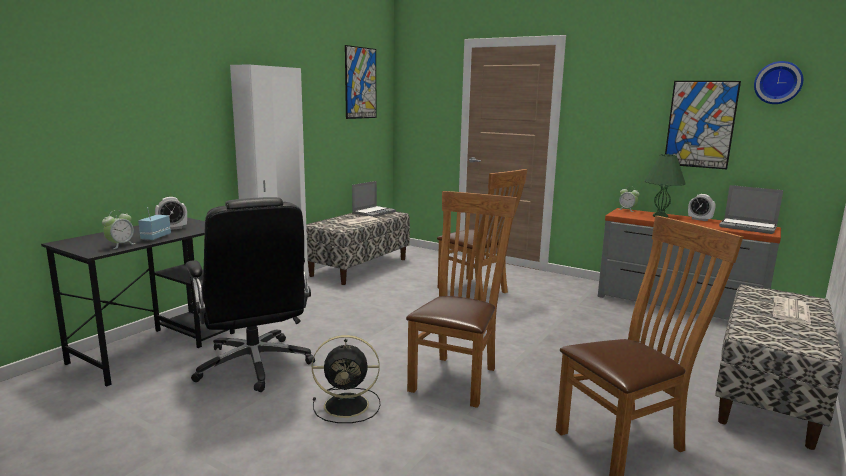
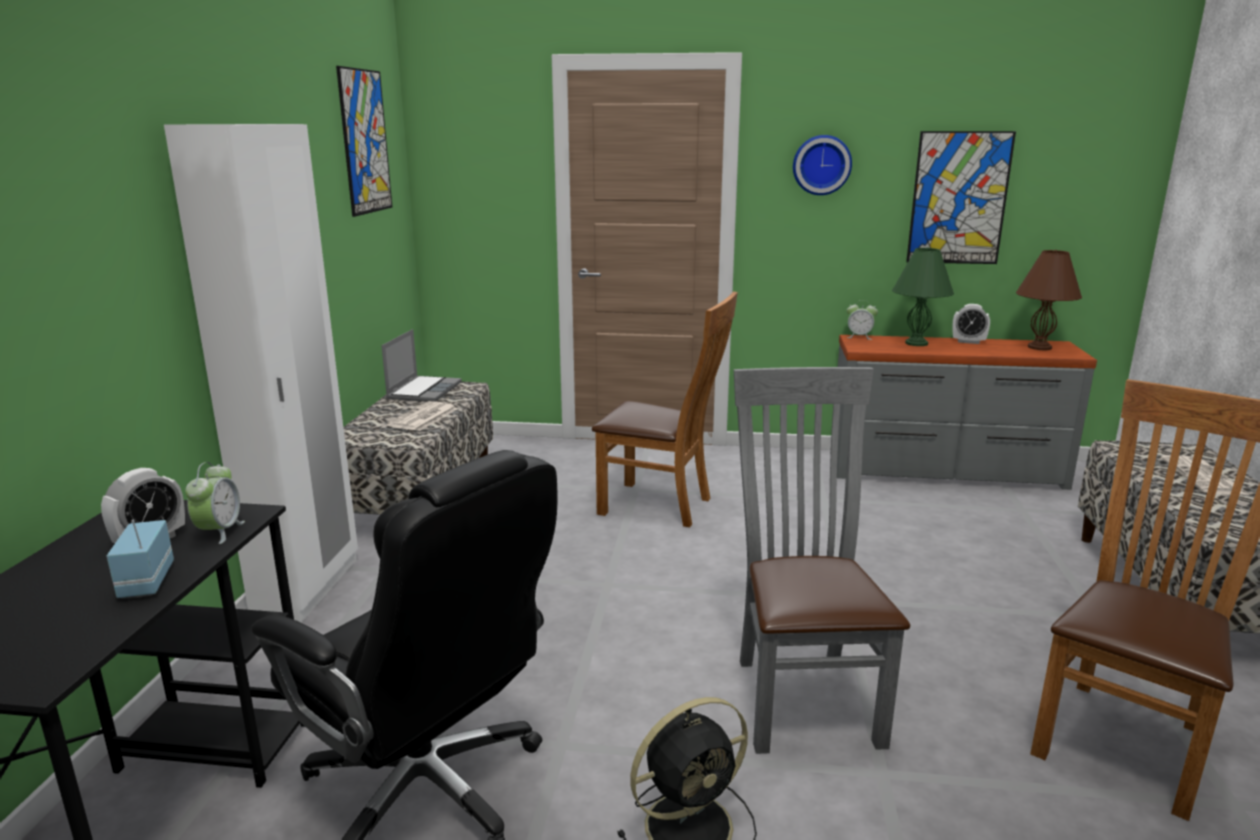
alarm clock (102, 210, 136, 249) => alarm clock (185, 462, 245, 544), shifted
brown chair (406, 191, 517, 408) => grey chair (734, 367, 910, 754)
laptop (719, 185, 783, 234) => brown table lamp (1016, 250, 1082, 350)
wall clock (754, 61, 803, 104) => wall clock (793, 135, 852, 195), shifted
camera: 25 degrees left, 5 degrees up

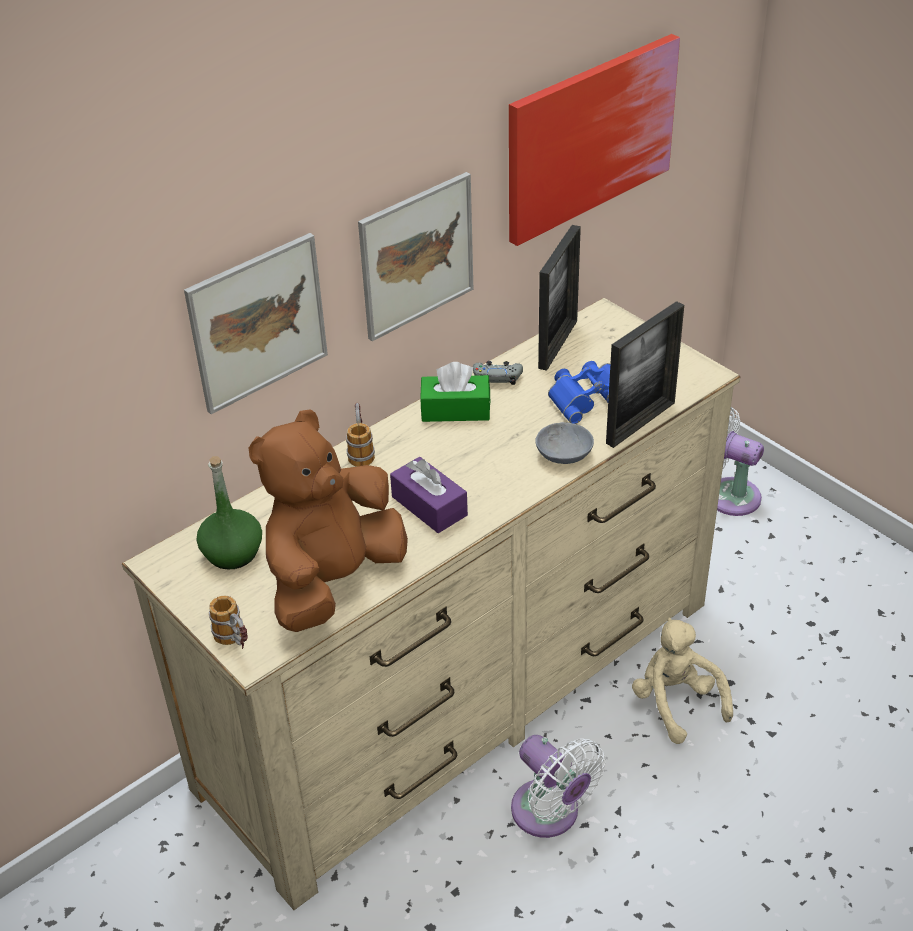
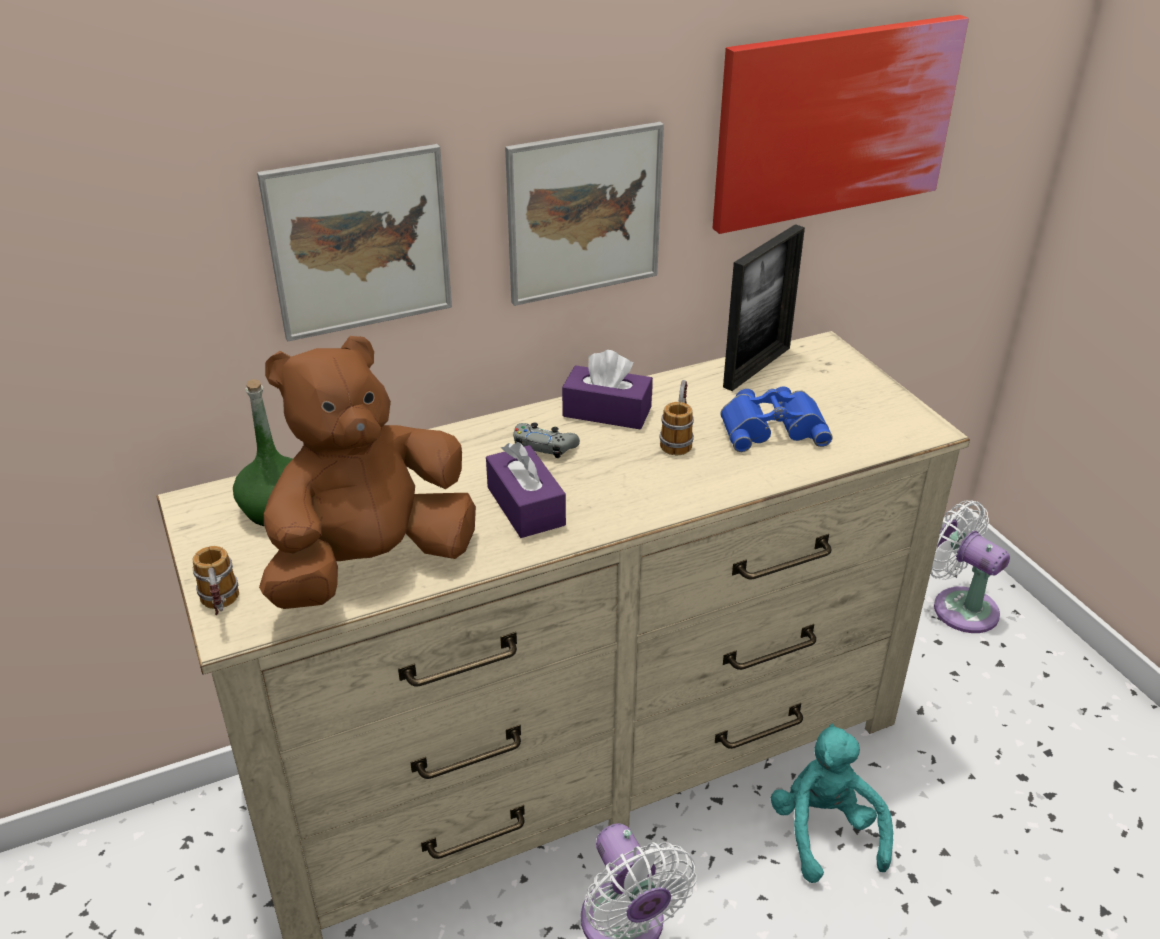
mug (346, 403, 375, 467) => mug (659, 380, 694, 455), shifted
green tissue box (420, 362, 491, 422) => purple tissue box (562, 350, 653, 429)
grey game controller (473, 361, 523, 385) => grey game controller (513, 422, 580, 458), shifted
grey bowl (535, 422, 594, 464) => nothing
picture frame (606, 301, 684, 448) => nothing
beige plush toy (632, 617, 733, 744) => turquoise plush toy (771, 724, 893, 883)
camera: 15 degrees right, 5 degrees down

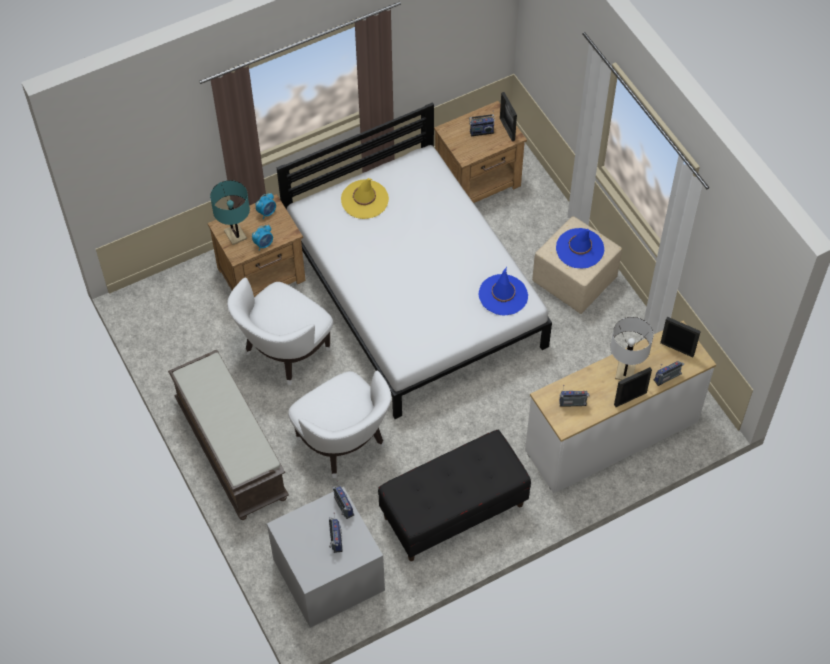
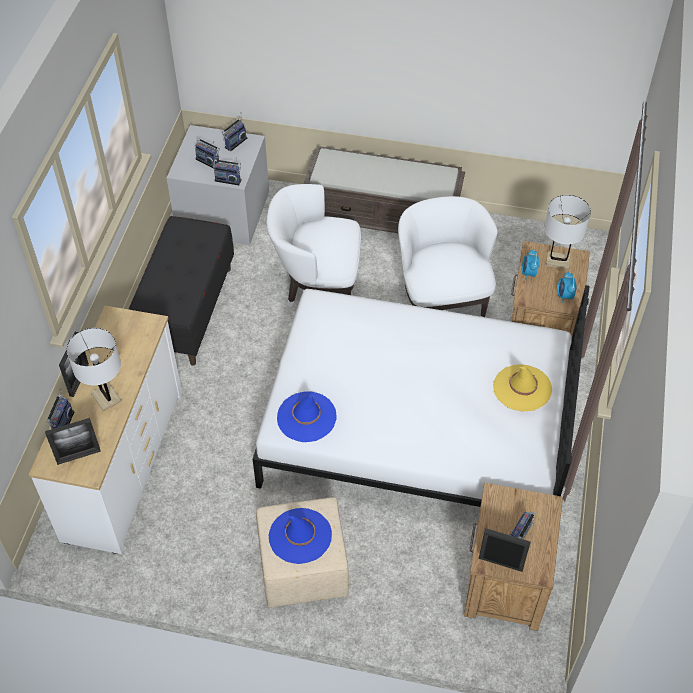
turquoise table lamp (210, 180, 250, 245) => white table lamp (544, 195, 591, 269)
radio (559, 385, 589, 407) => radio (222, 112, 247, 151), shifted
camera: 130 degrees right, 5 degrees down

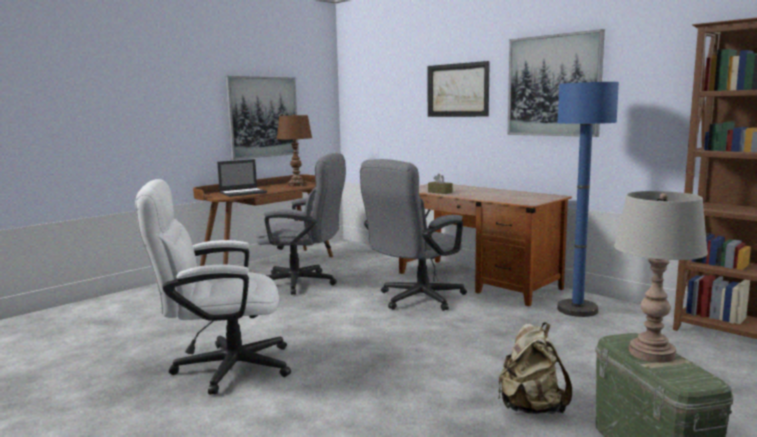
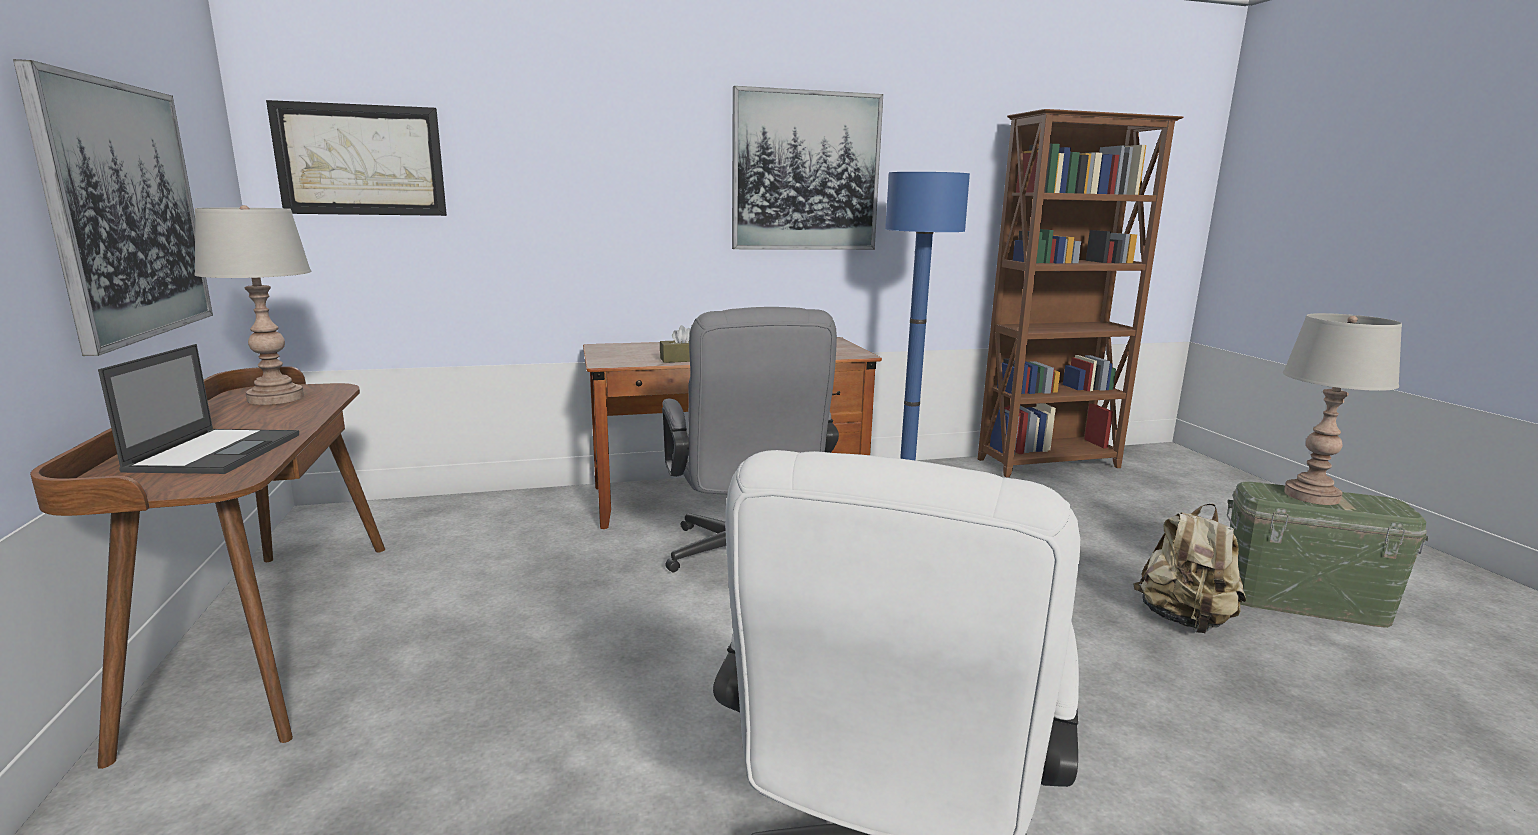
grey office chair (257, 153, 345, 295) => nothing
brown table lamp (277, 114, 312, 186) => grey table lamp (194, 205, 311, 405)
picture (427, 61, 490, 117) => picture (266, 100, 447, 216), shifted
camera: 60 degrees left, 5 degrees up

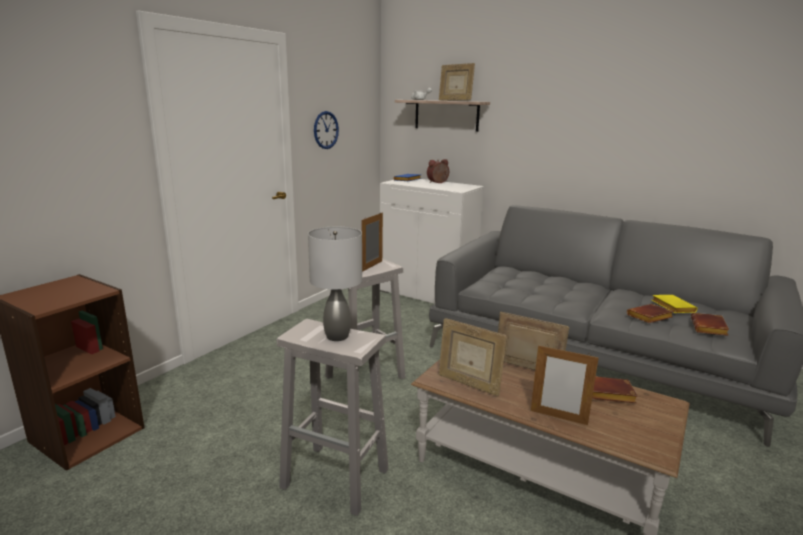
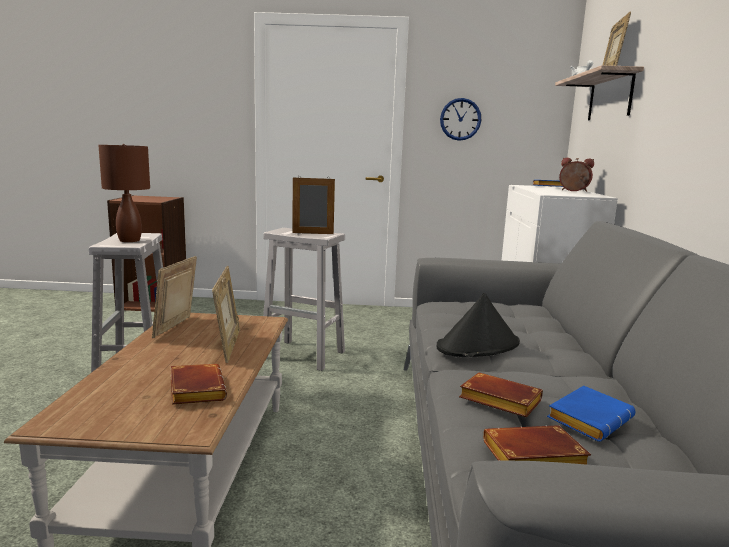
grey table lamp (308, 226, 362, 341) => brown table lamp (98, 144, 150, 242)
picture frame (531, 345, 599, 425) => nothing
yellow book (652, 295, 697, 313) => blue book (547, 386, 636, 442)
nothing => black hat (437, 293, 520, 357)
camera: 60 degrees right, 5 degrees down

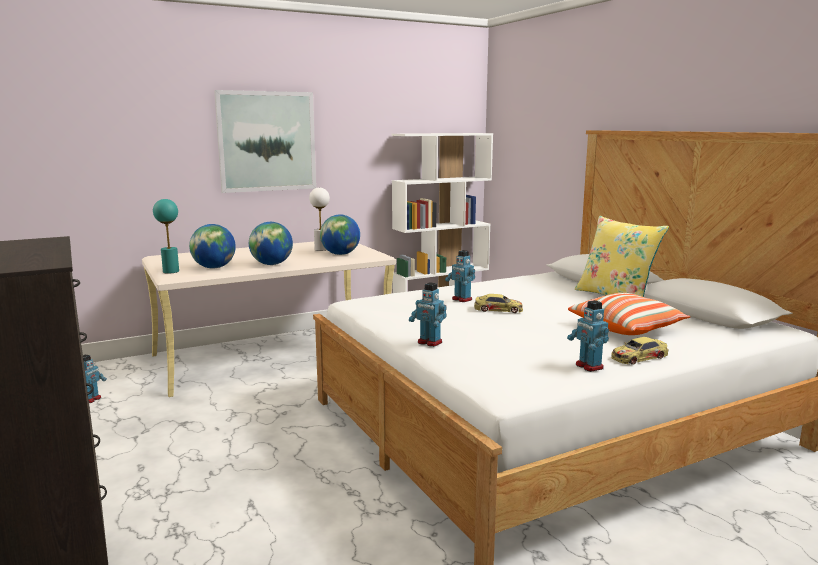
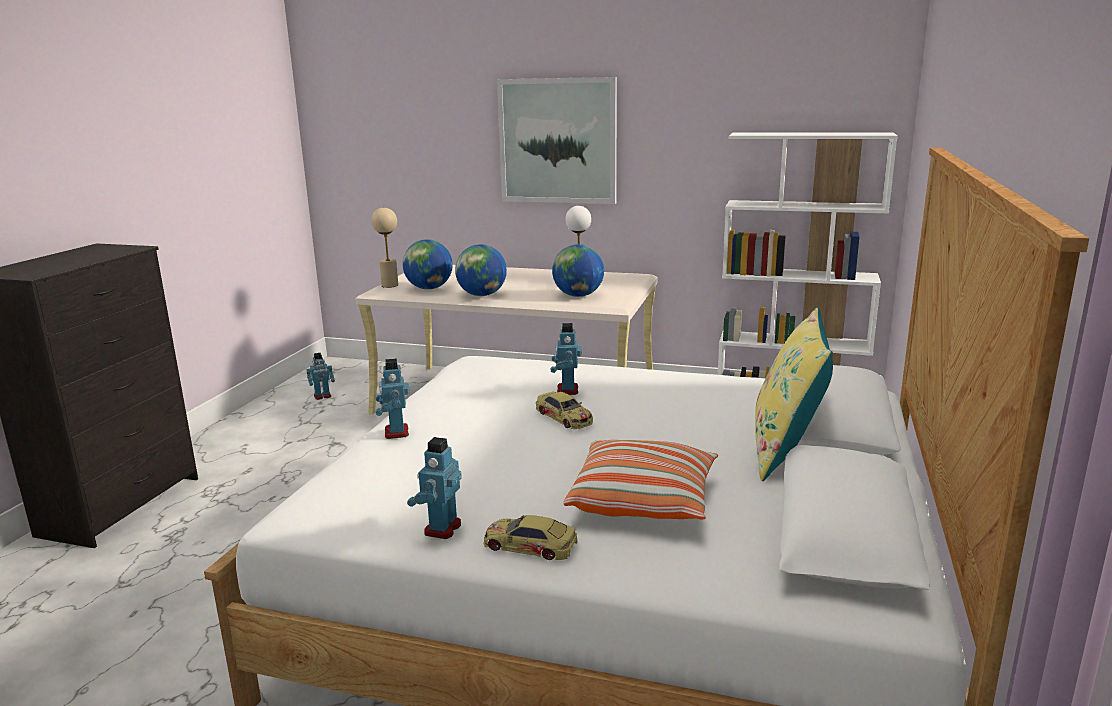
turquoise table lamp (153, 199, 179, 273) => beige table lamp (371, 208, 398, 288)
camera: 45 degrees right, 5 degrees up

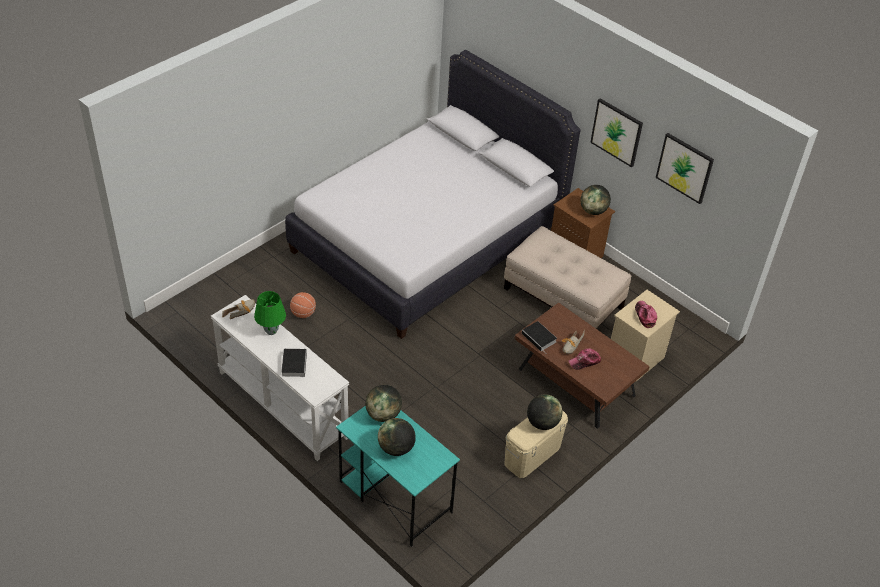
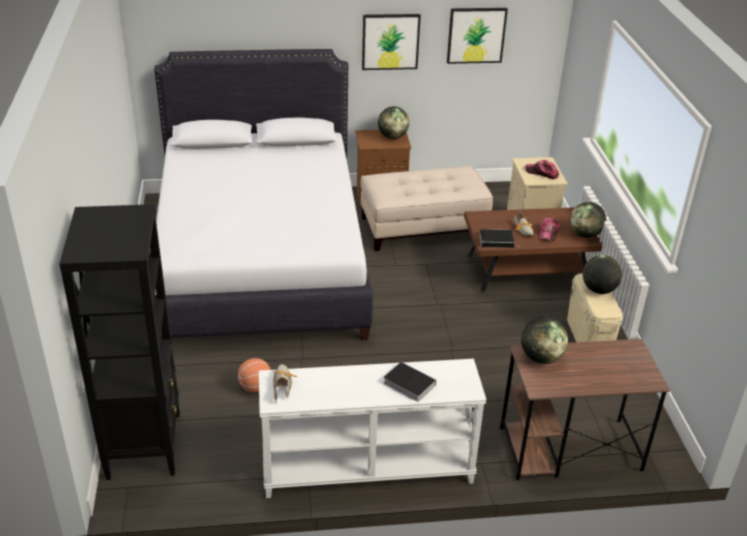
green table lamp (254, 291, 286, 335) => nothing
turquoise desk (336, 406, 460, 547) => brown desk (500, 339, 670, 480)
globe (378, 418, 416, 456) => globe (570, 202, 606, 238), shifted
nothing => black bookcase (59, 204, 180, 480)
camera: 50 degrees left, 10 degrees down

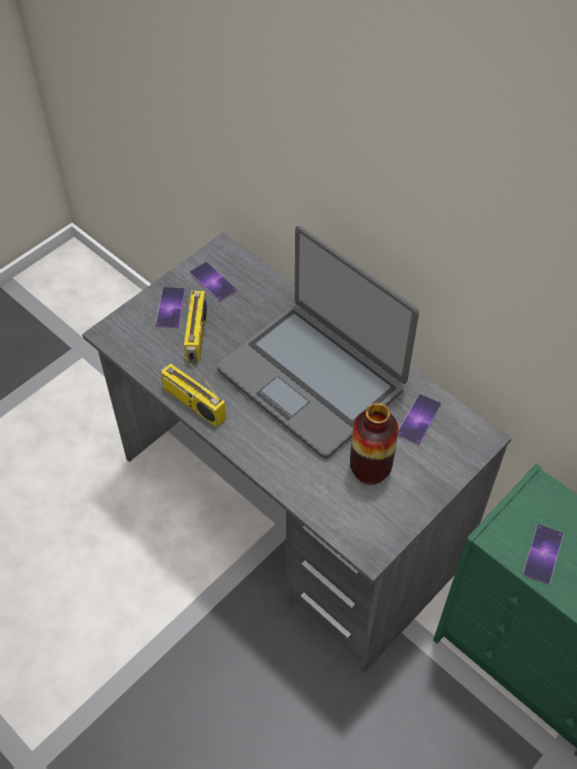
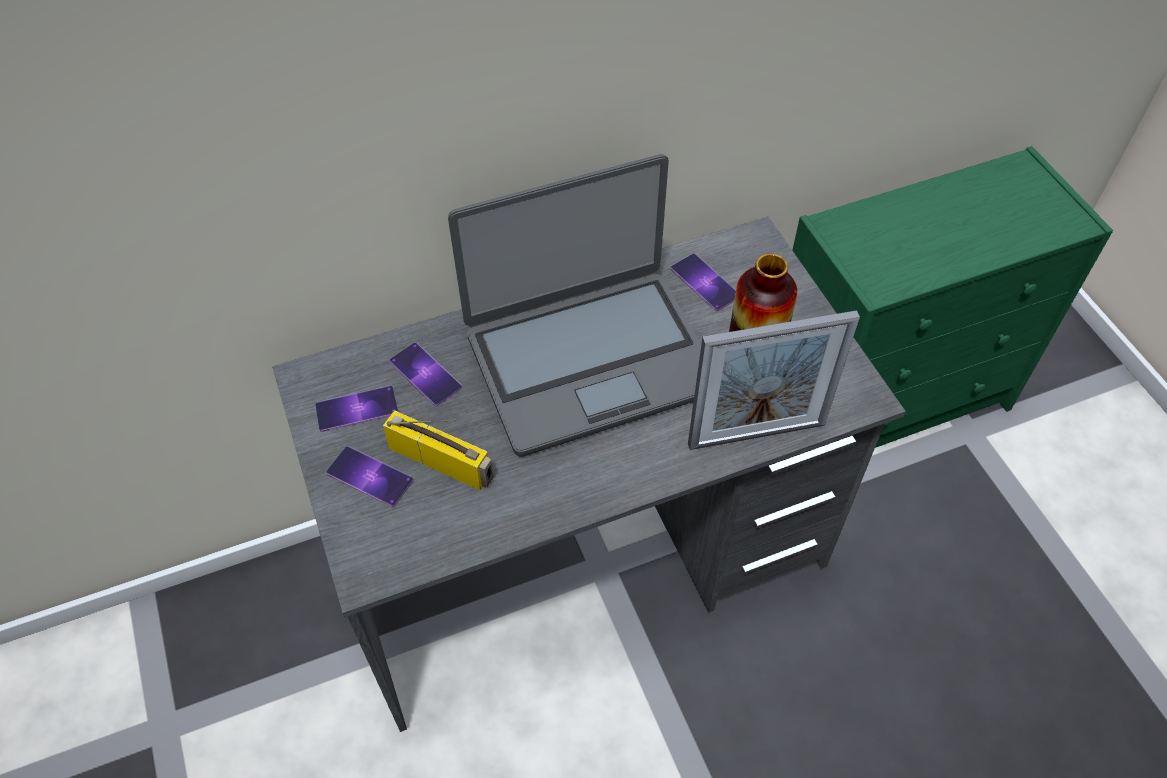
radio (160, 343, 227, 427) => nothing
phone (522, 524, 563, 585) => phone (389, 343, 462, 406), shifted
nothing => picture frame (688, 310, 860, 450)
camera: 65 degrees left, 0 degrees up

